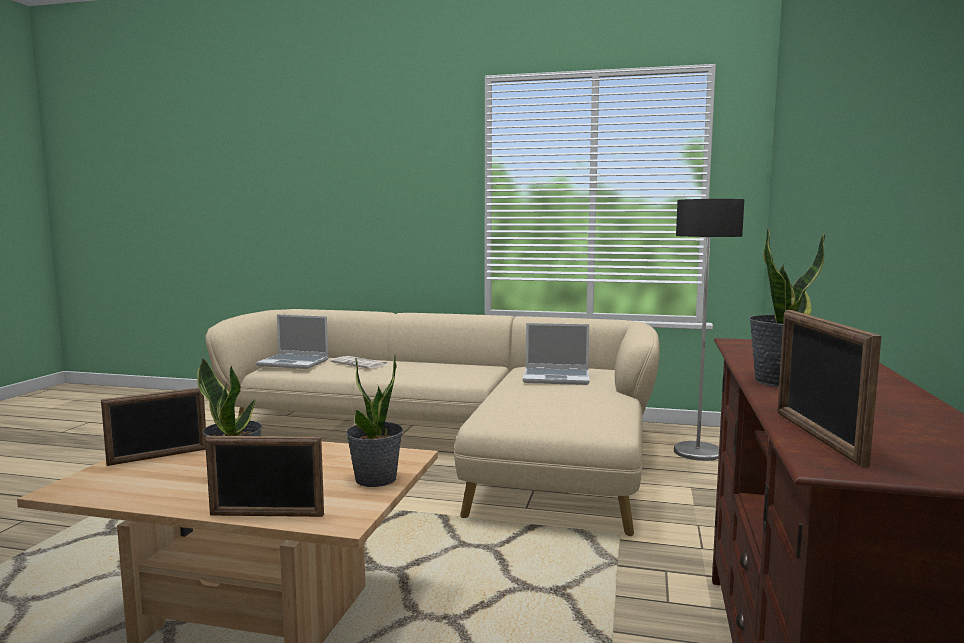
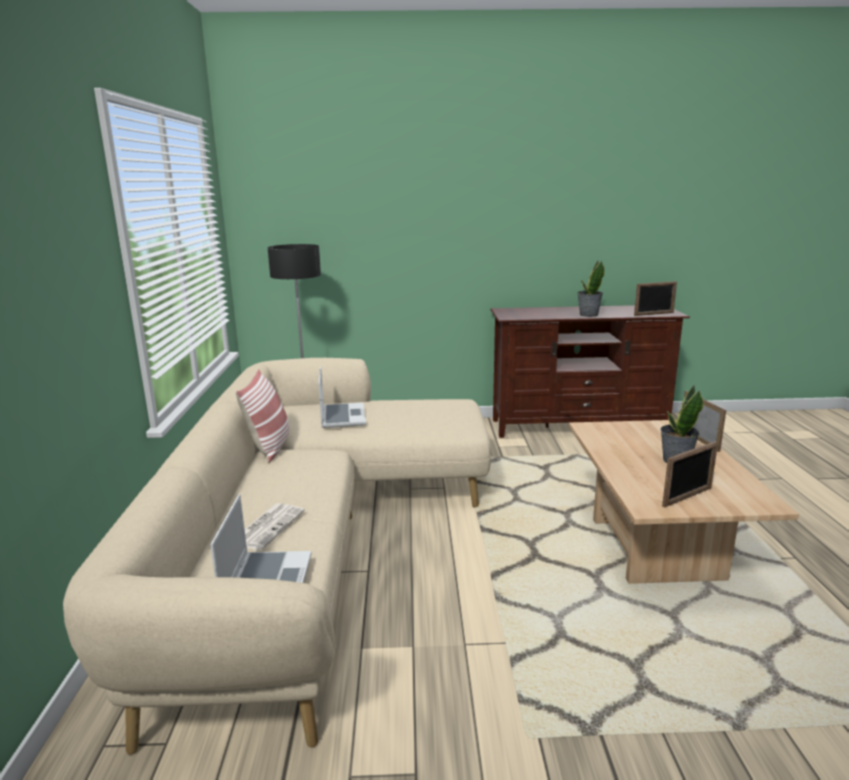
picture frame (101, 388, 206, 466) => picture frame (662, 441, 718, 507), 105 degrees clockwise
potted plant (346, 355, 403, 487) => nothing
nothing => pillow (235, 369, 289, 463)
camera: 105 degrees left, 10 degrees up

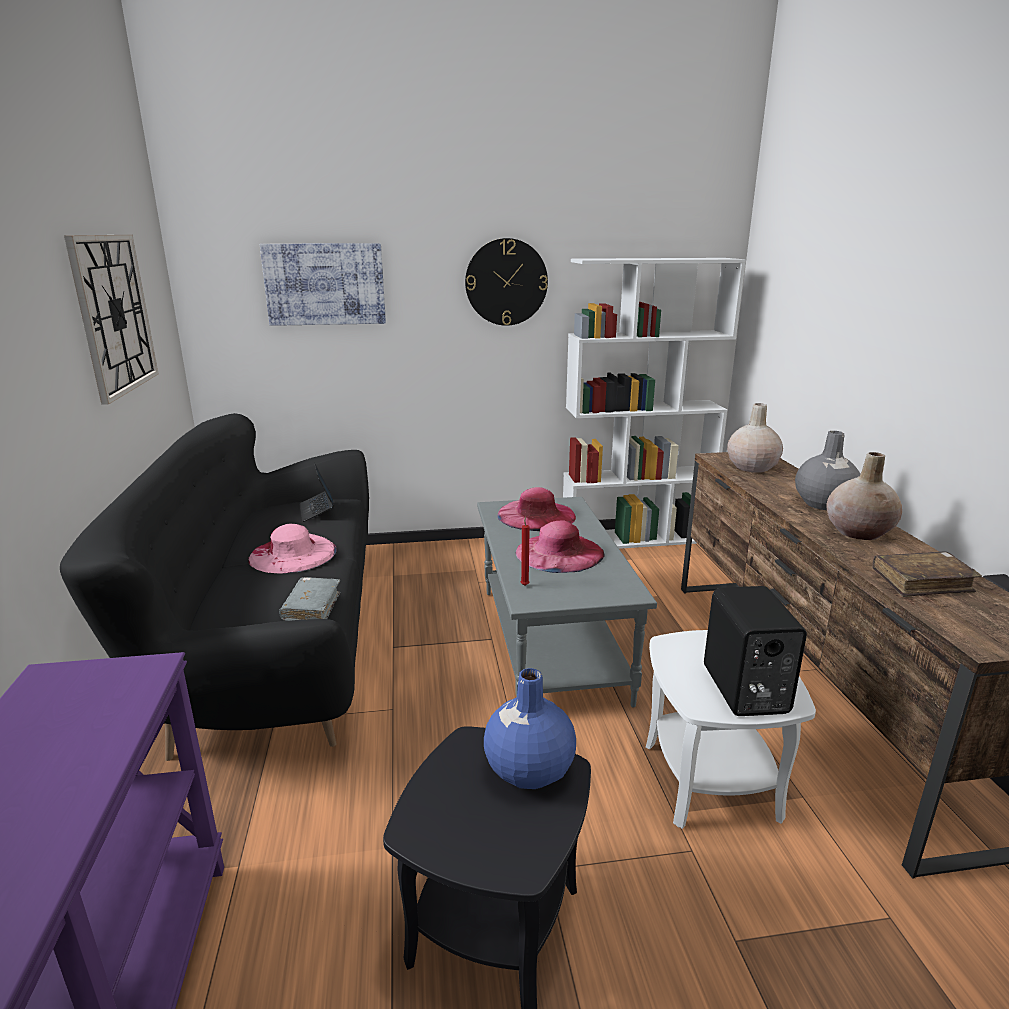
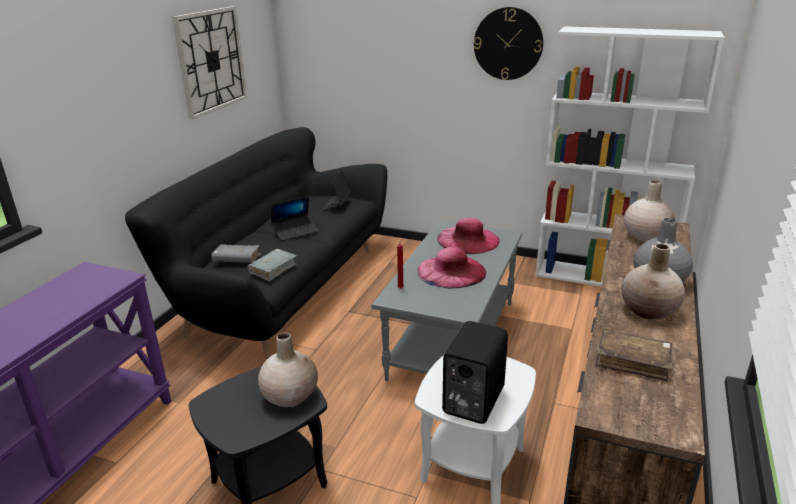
pink hat (248, 524, 336, 573) => laptop (271, 196, 318, 241)
picture (260, 243, 386, 326) => nothing
blue vase (484, 668, 576, 789) => beige vase (258, 332, 318, 407)
nothing => grey book (211, 244, 261, 263)
camera: 30 degrees right, 5 degrees up

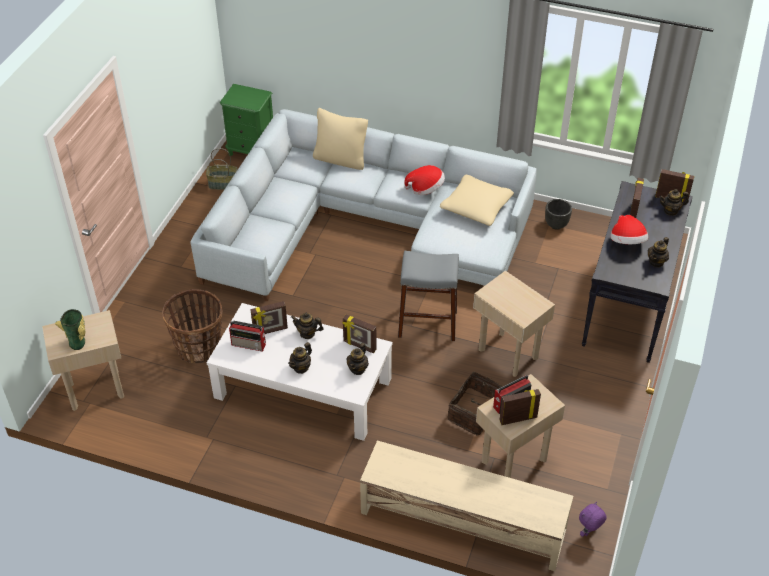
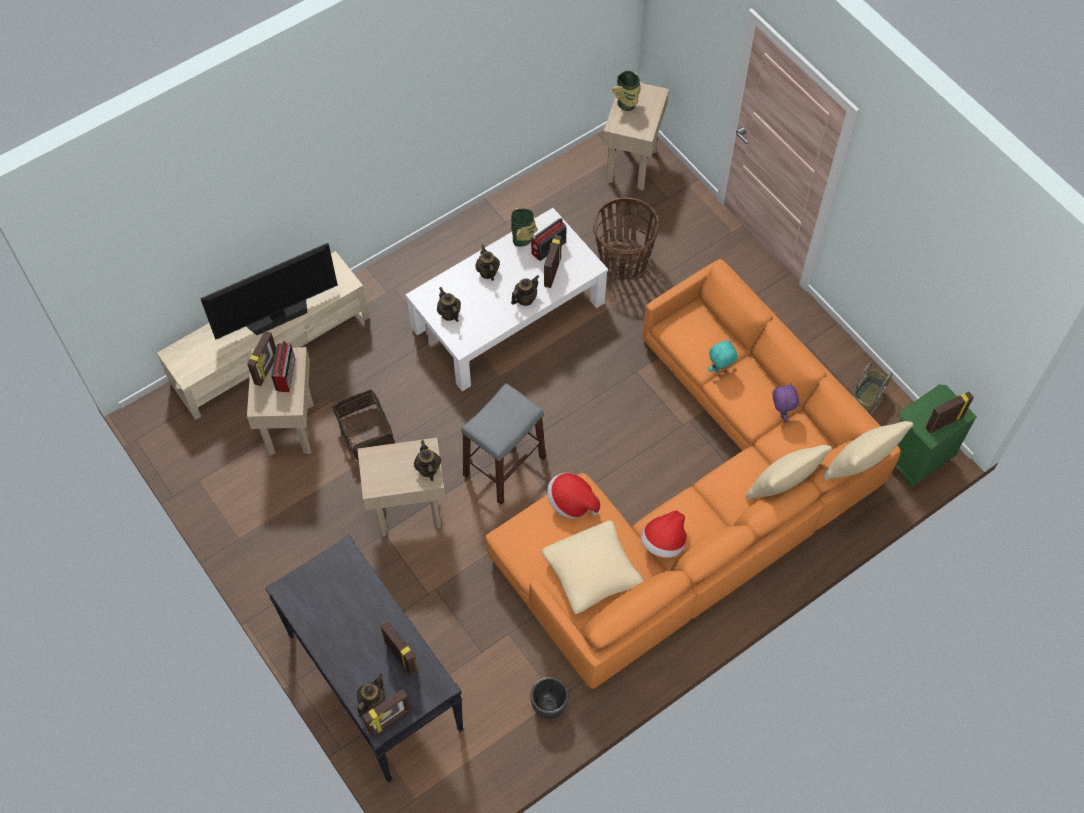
grey sofa (190, 109, 537, 301) => orange sofa (485, 259, 901, 689)
picture frame (342, 315, 377, 354) => picture frame (925, 392, 974, 434), shifted
purple plush toy (579, 502, 607, 537) => purple plush toy (772, 382, 799, 421), shifted
hat (611, 215, 648, 244) => hat (547, 473, 600, 519), shifted
teapot (648, 237, 669, 268) => teapot (414, 440, 441, 481), shifted
nothing => television (200, 243, 338, 339)
nothing => vase (511, 208, 538, 247)
nothing => turquoise plush toy (708, 340, 738, 372)
nothing => beige pillow (823, 421, 913, 480)
camera: 125 degrees right, 15 degrees up

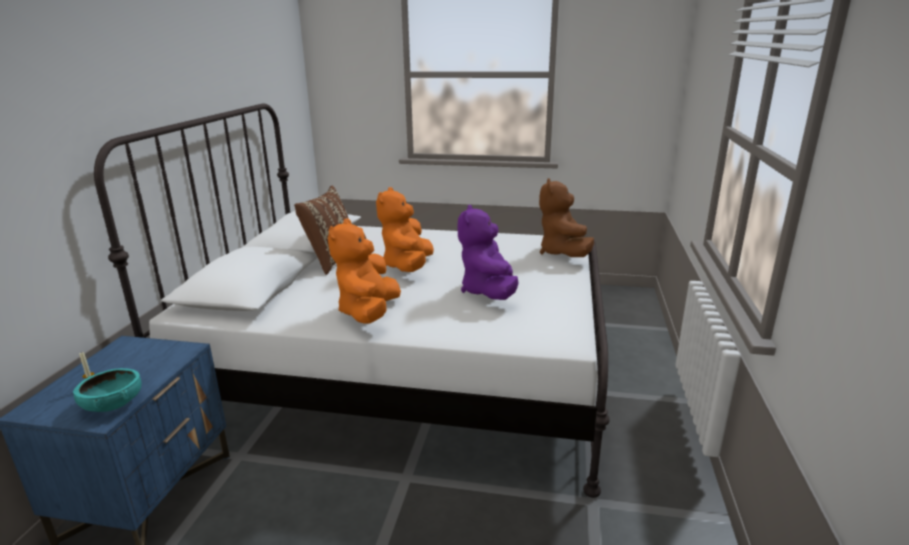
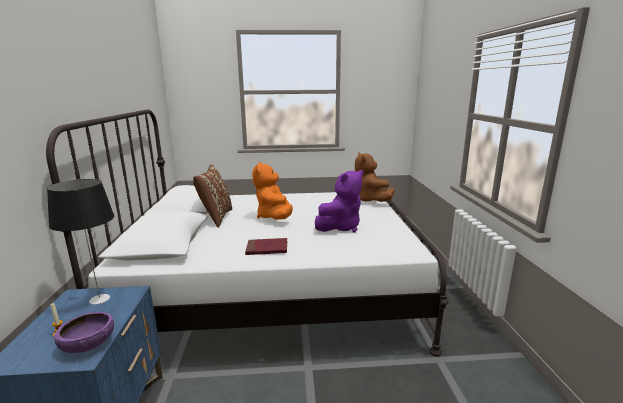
turquoise bowl (73, 368, 141, 412) => purple bowl (54, 312, 114, 353)
orange plush toy (328, 218, 401, 324) => red book (245, 238, 287, 255)
purple plush toy (457, 205, 519, 300) => purple plush toy (315, 170, 363, 232), 120 degrees counterclockwise
nothing => table lamp (47, 179, 114, 304)
camera: 15 degrees left, 5 degrees down

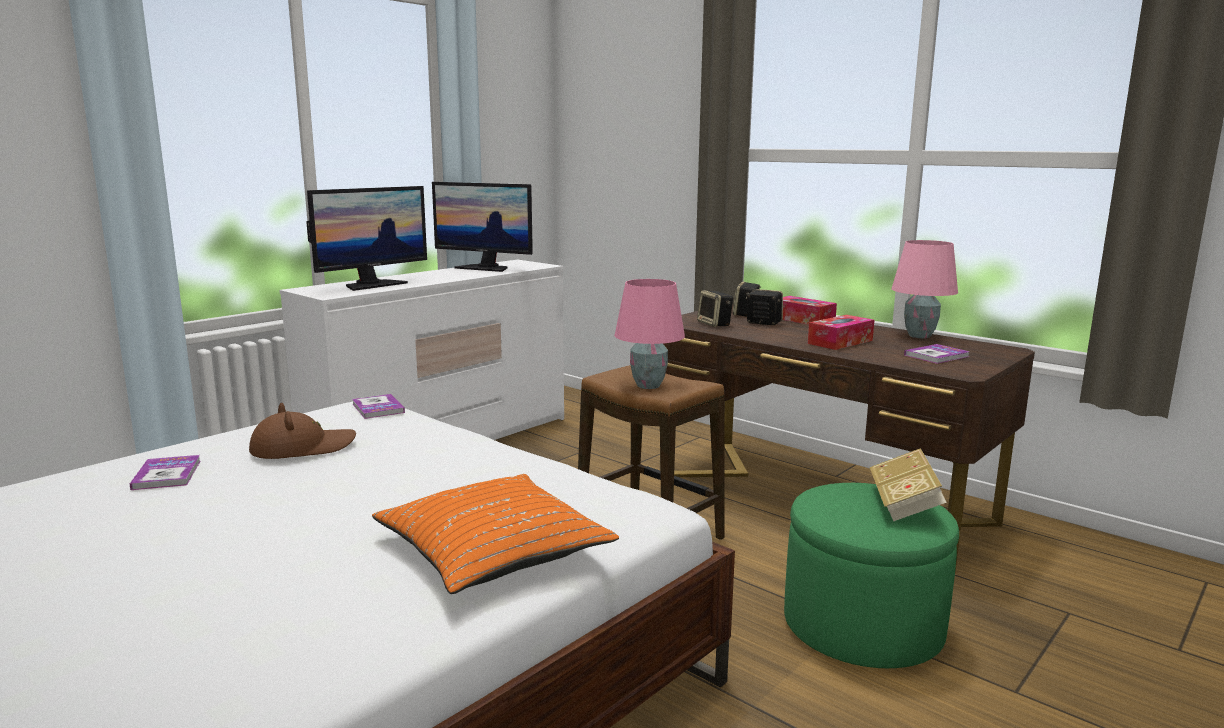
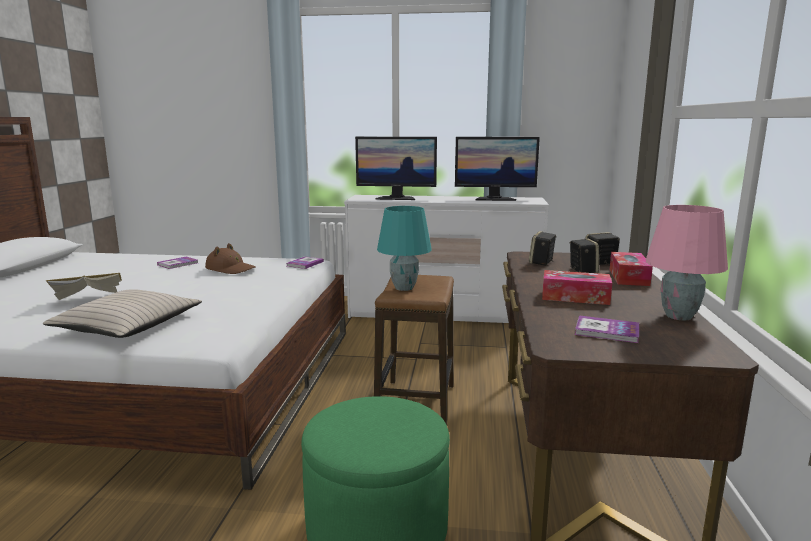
orange pillow (372, 474, 619, 594) => beige pillow (43, 290, 202, 338)
monitor (432, 182, 533, 272) => monitor (455, 137, 540, 201), 75 degrees counterclockwise
pink table lamp (614, 279, 685, 389) => turquoise table lamp (377, 206, 432, 291)
book (870, 448, 947, 521) => book (46, 273, 122, 300), shifted
camera: 55 degrees right, 0 degrees up

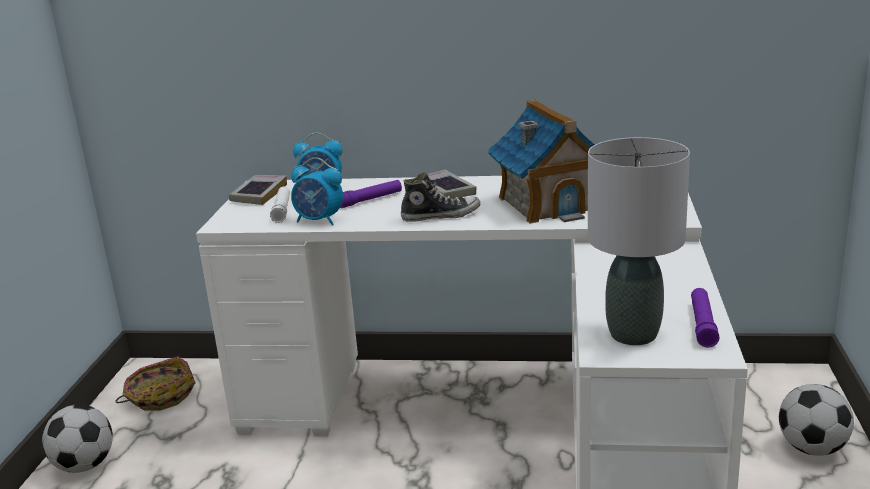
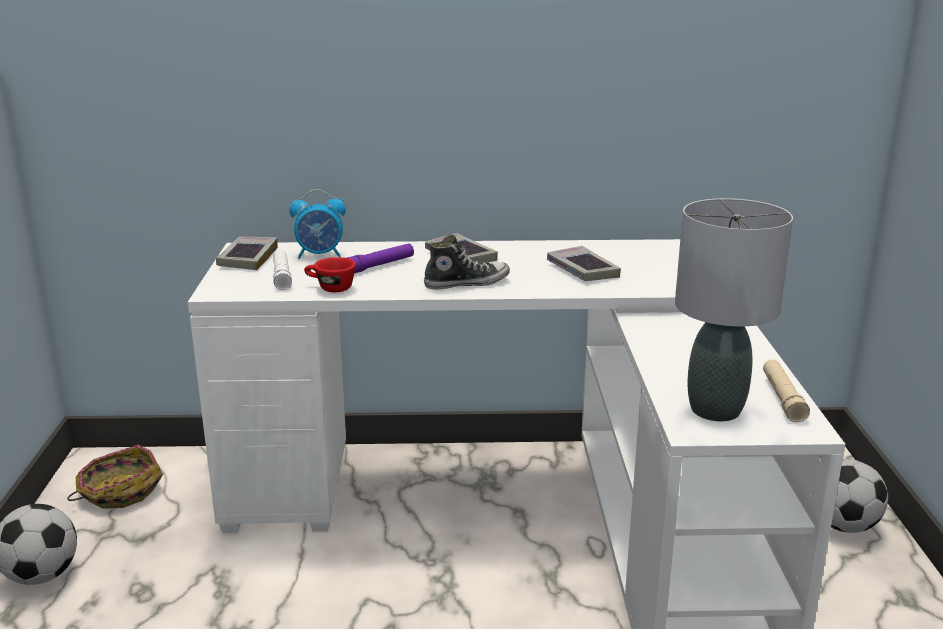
alarm clock (291, 157, 343, 225) => red cup (304, 257, 356, 292)
toy house (487, 100, 595, 224) => book (547, 246, 621, 281)
purple flashlight (691, 288, 719, 347) => beige flashlight (763, 360, 810, 422)
camera: 10 degrees left, 0 degrees up

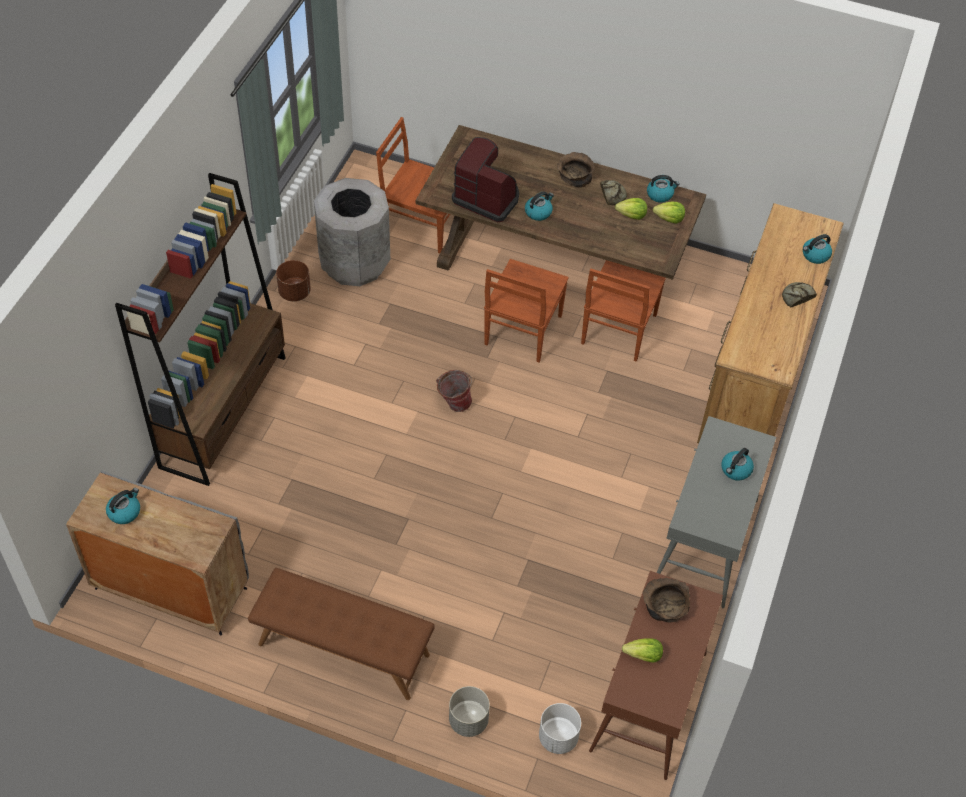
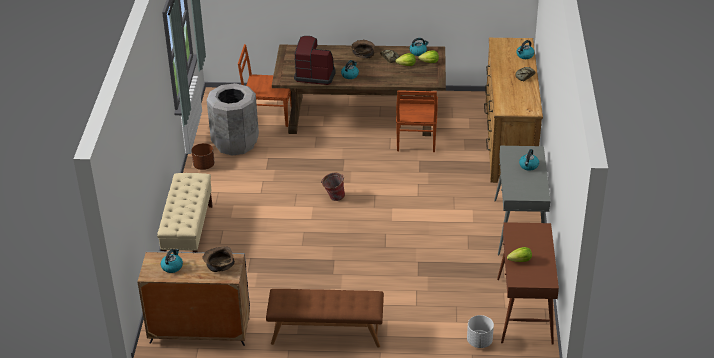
brown bookcase (115, 173, 285, 486) => beige bench (157, 173, 212, 253)
grey planter (449, 686, 490, 737) => nothing
brown chair (484, 259, 569, 362) => nothing
brown bowl (643, 578, 690, 623) => brown bowl (203, 246, 235, 272), shifted
camera: 15 degrees left, 15 degrees down

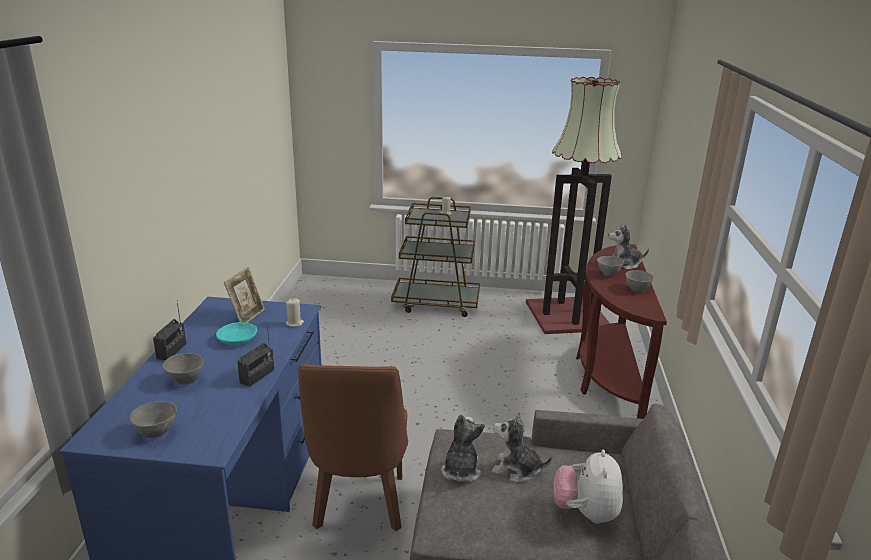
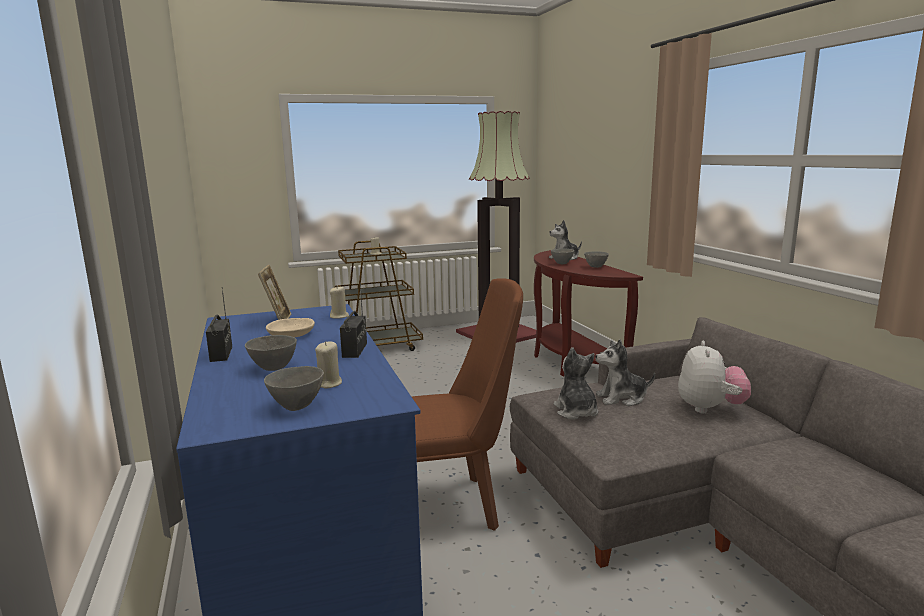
turquoise bowl (216, 322, 257, 345) => beige bowl (266, 318, 315, 338)
brown chair (298, 364, 408, 531) => brown chair (412, 278, 523, 531), 75 degrees counterclockwise
plush toy (553, 449, 623, 524) => plush toy (678, 341, 751, 413), 150 degrees counterclockwise
nothing => beige candle (315, 341, 342, 389)
camera: 25 degrees left, 10 degrees down

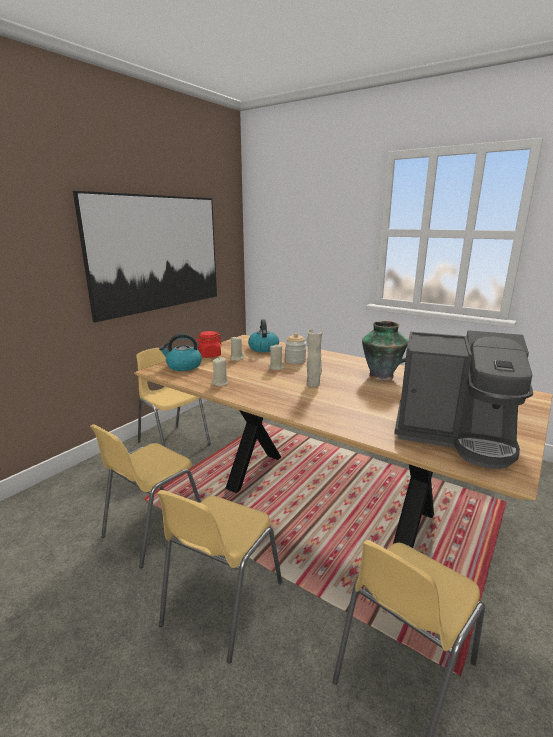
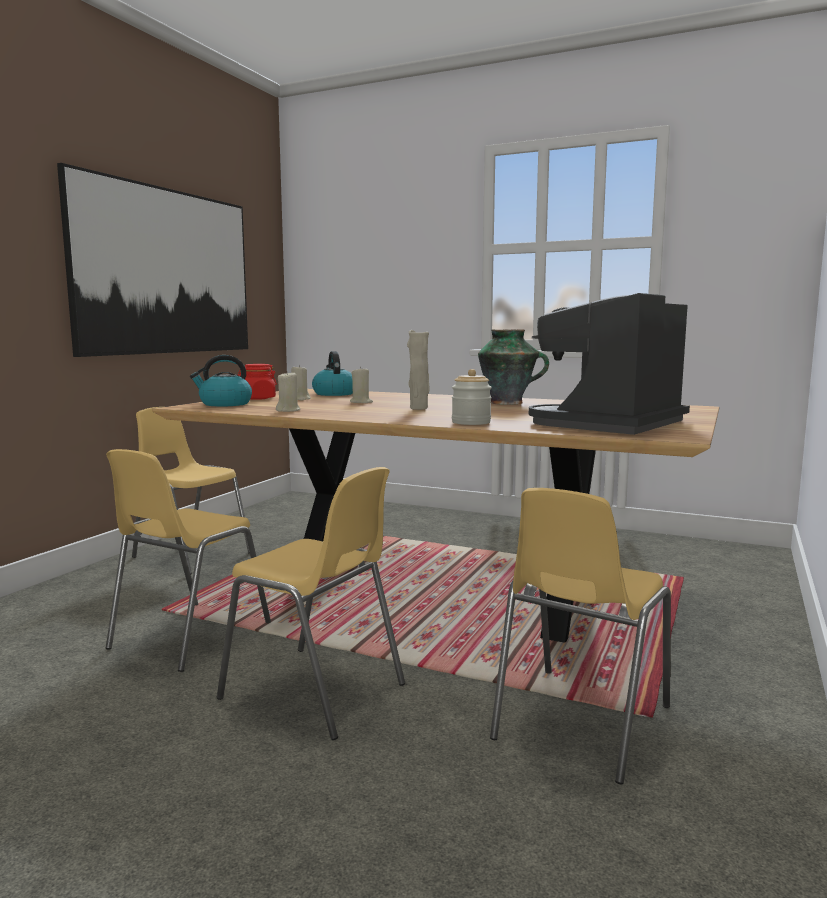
yellow chair (157, 490, 282, 664) => yellow chair (217, 467, 405, 740), 75 degrees counterclockwise
jar (285, 333, 306, 364) => jar (452, 369, 492, 425), shifted
coffee machine (394, 330, 533, 469) => coffee machine (529, 293, 690, 435), 120 degrees clockwise
camera: 10 degrees left, 10 degrees down

